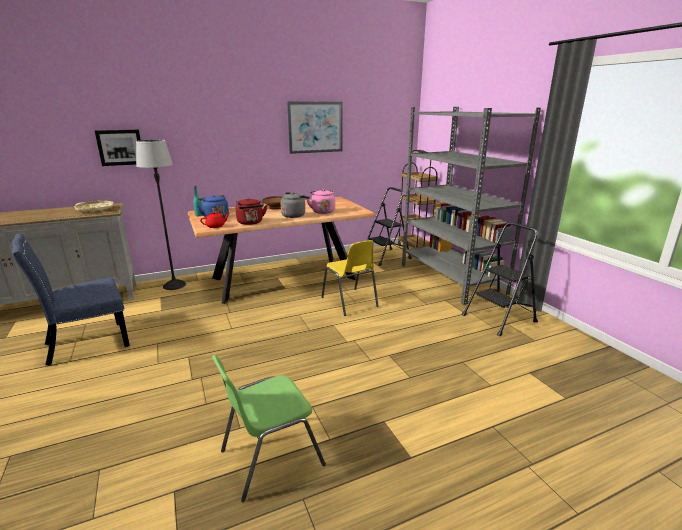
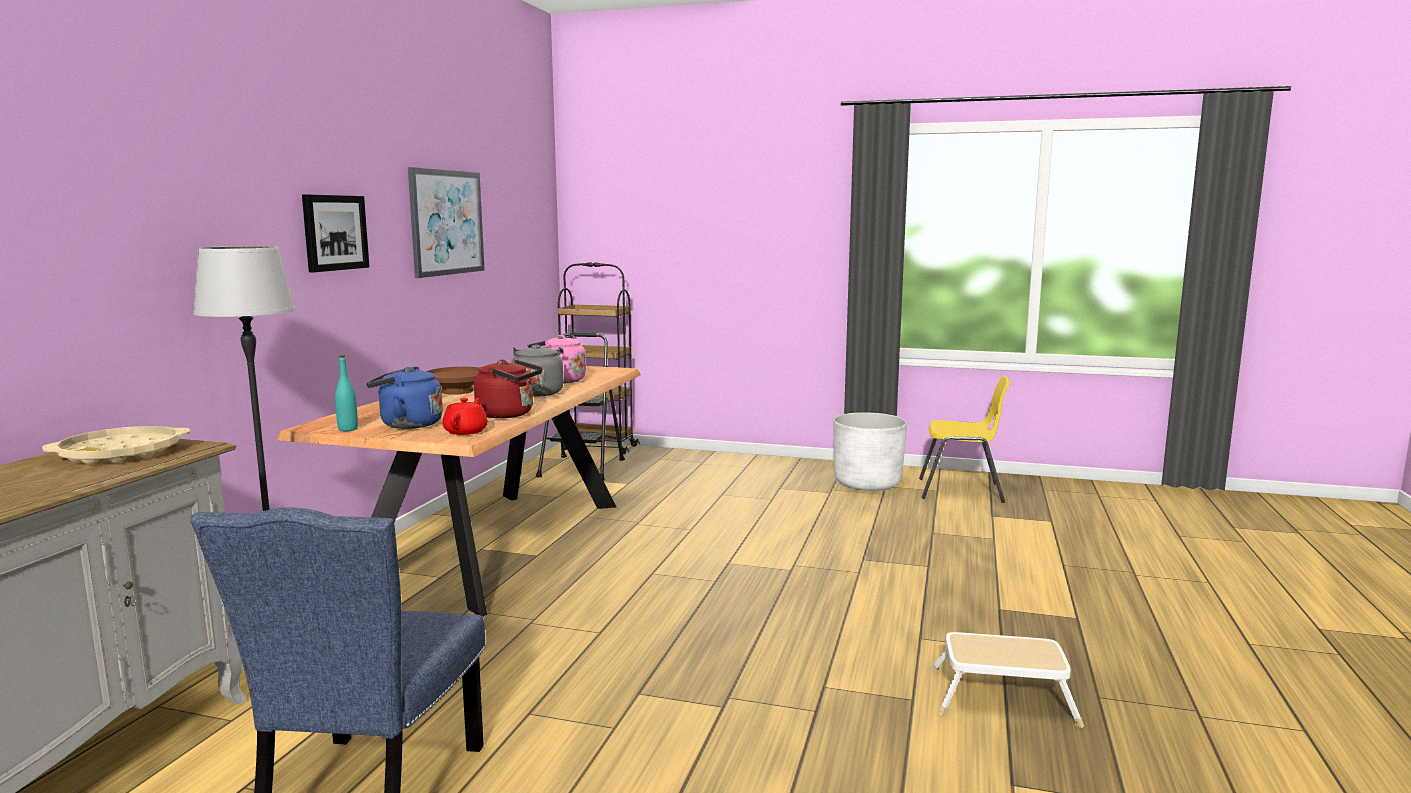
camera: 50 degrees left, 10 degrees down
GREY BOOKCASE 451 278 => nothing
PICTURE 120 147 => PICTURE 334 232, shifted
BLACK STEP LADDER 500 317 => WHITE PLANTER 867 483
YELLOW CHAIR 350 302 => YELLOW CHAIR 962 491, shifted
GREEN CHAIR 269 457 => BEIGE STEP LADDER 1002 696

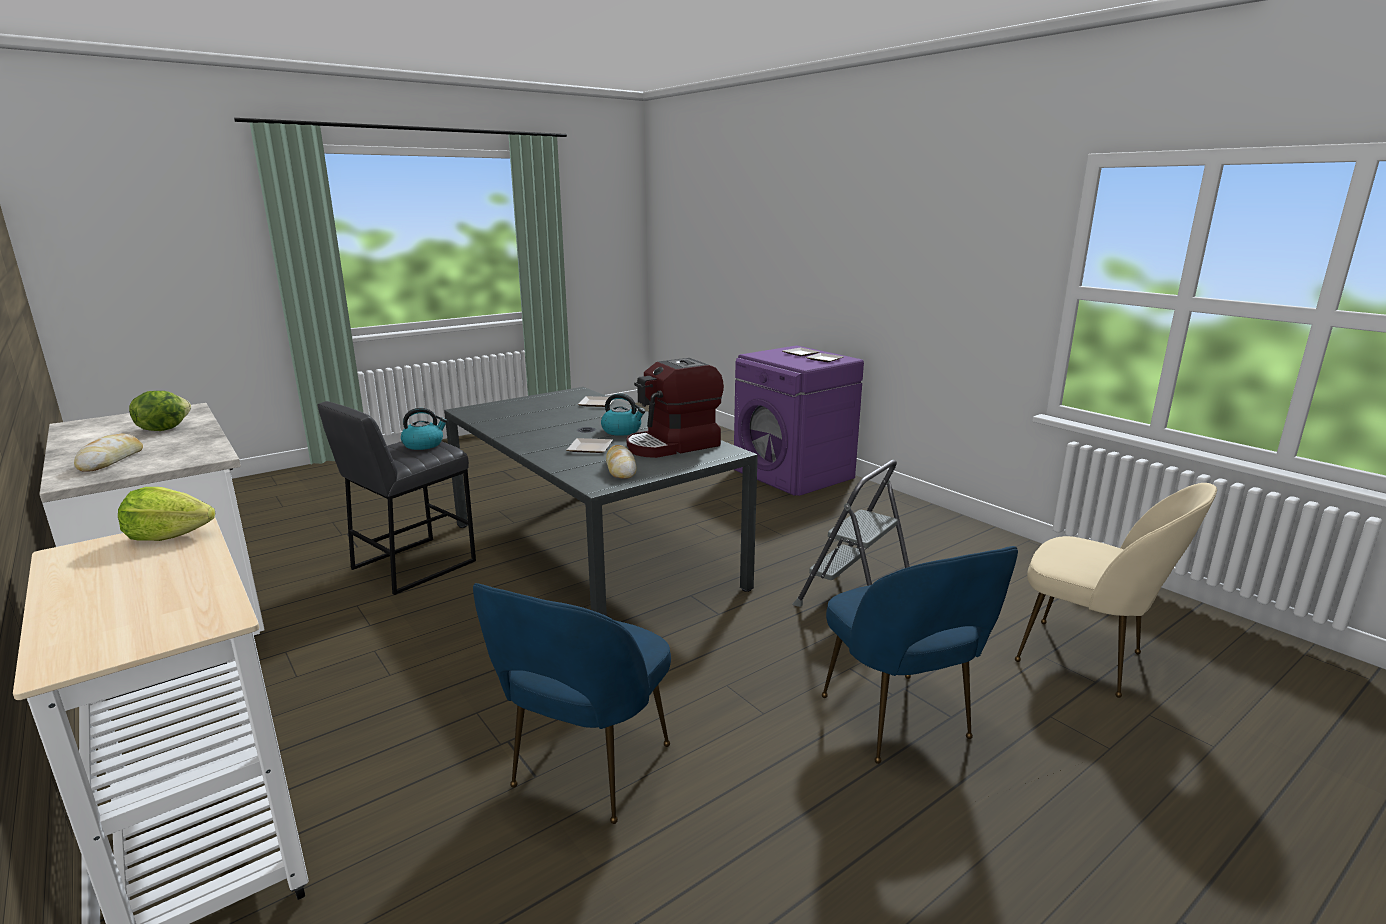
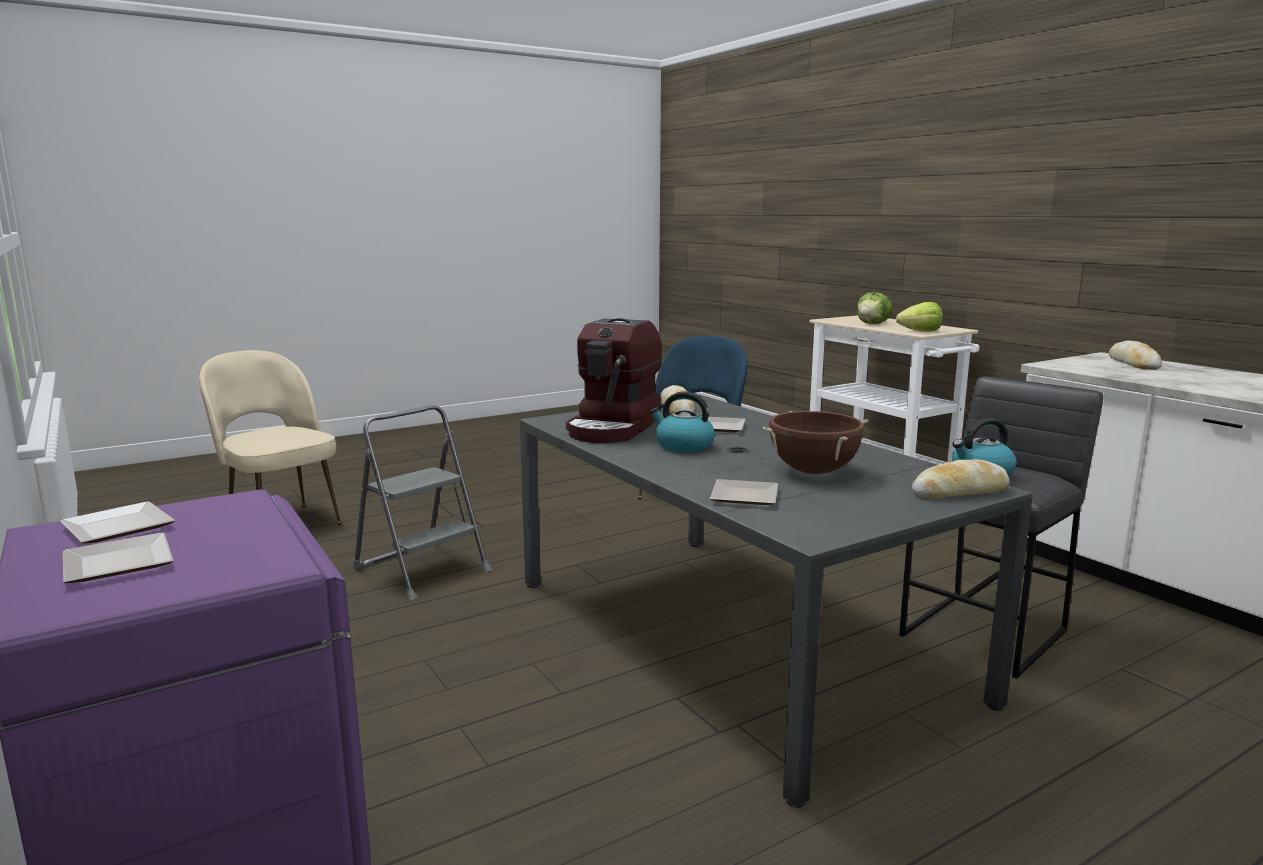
camera: 175 degrees left, 5 degrees down
COFFEE MACHINE 673 445 => COFFEE MACHINE 614 428, 135 degrees clockwise
LETTUCE 163 429 => LETTUCE 873 324, shifted
BLUE CHAIR 900 725 => nothing
nothing => BROWN COOKING POT 813 472
nothing => BREAD 959 492

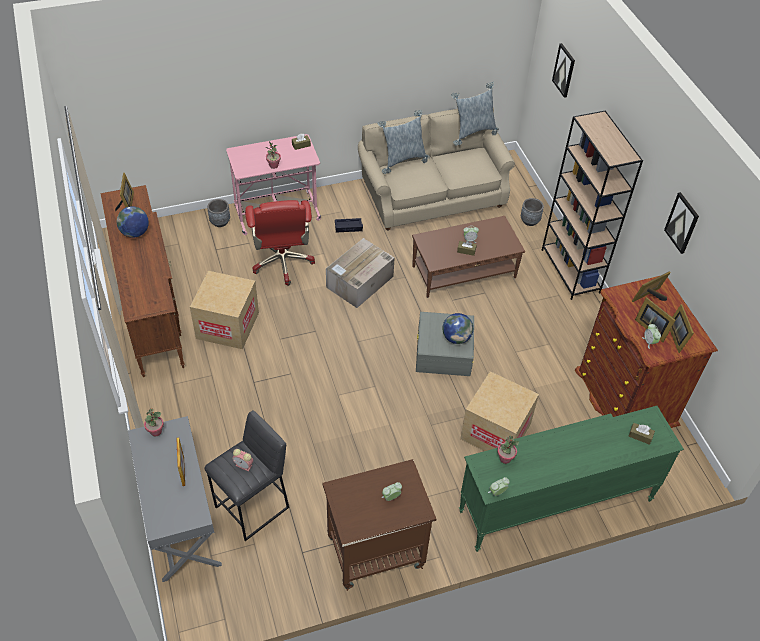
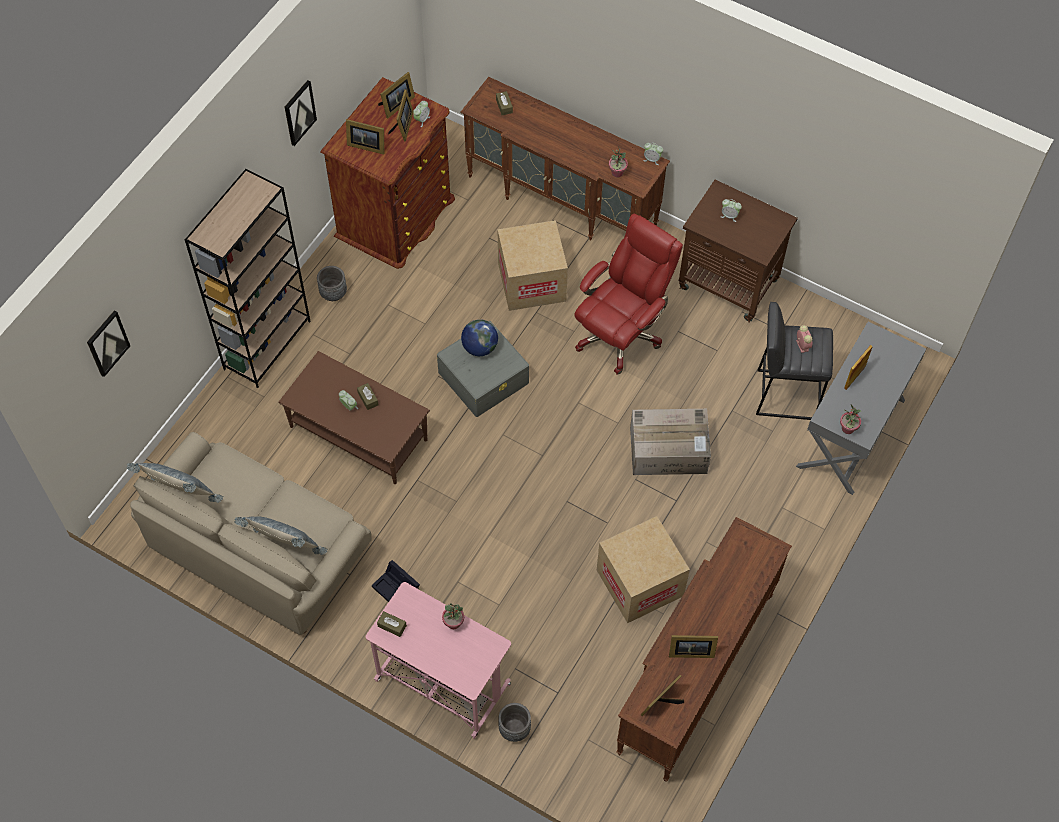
camera: 130 degrees left, 10 degrees up
GREY PLANTER 530 221 => GREY PLANTER 333 293, shifted
RED OFFICE CHAIR 282 263 => RED OFFICE CHAIR 622 335, shifted
GLOBE 135 233 => PICTURE FRAME 689 651
CARDBOARD BOX 359 282 => CARDBOARD BOX 669 450, shifted
GREEN CABINET 555 505 => BROWN CABINET 561 201

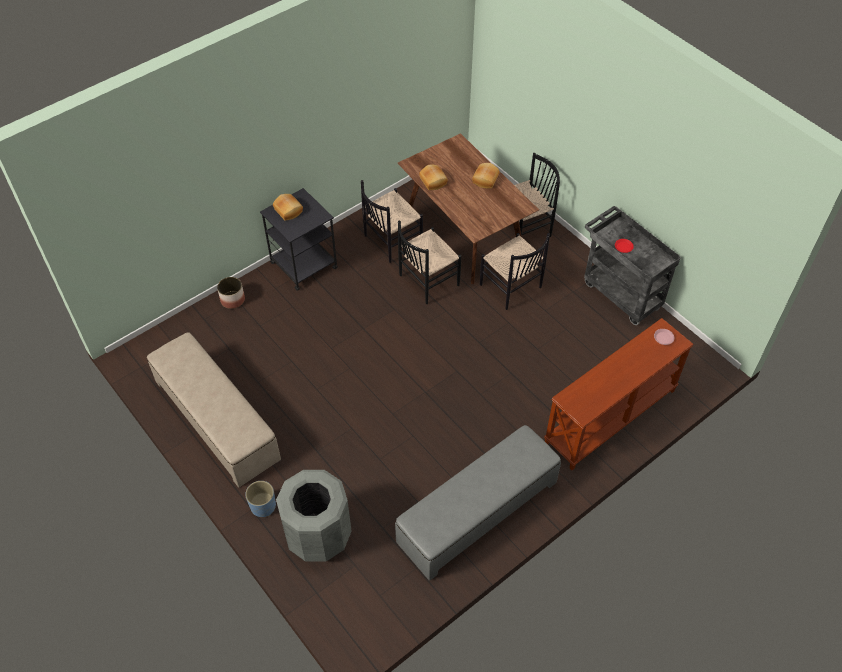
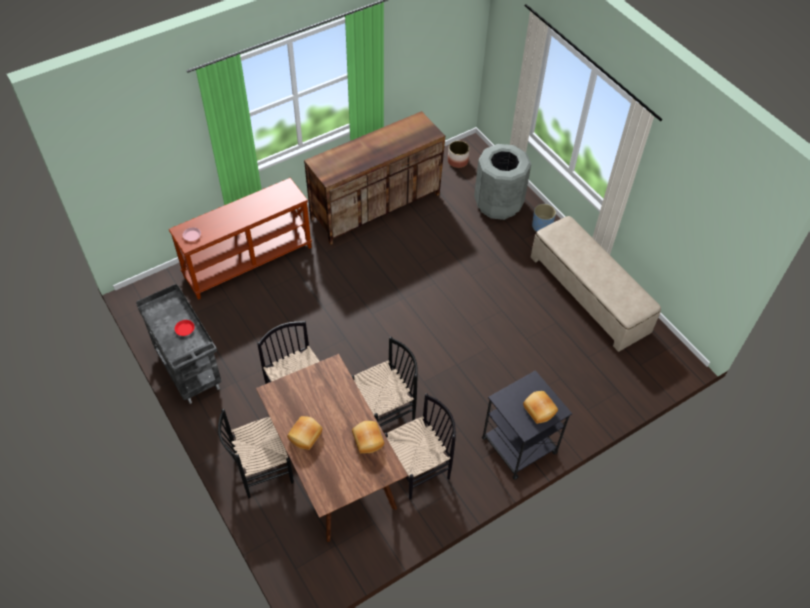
camera: 175 degrees left, 0 degrees up
PLANTER 233 300 => PLANTER 457 161, shifted
GREY BENCH 477 512 => BROWN CABINET 377 207

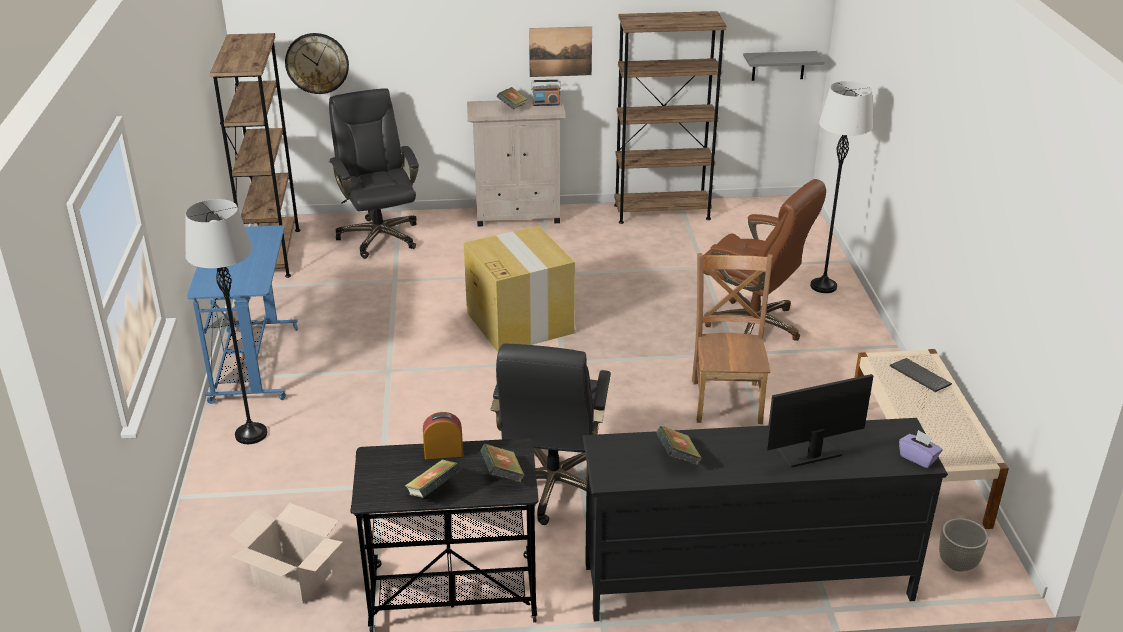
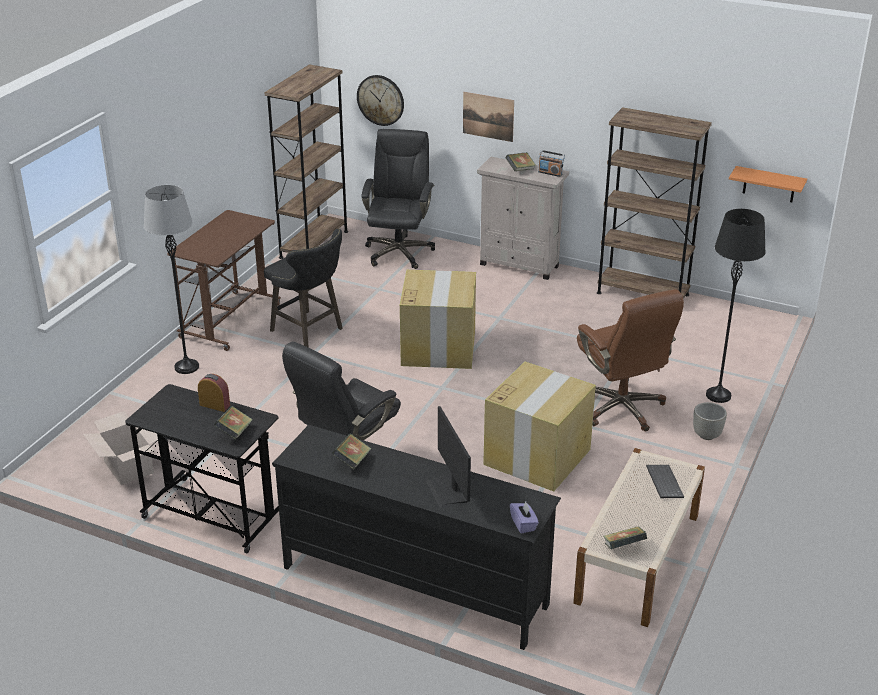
camera: 30 degrees right, 0 degrees up
PICTURE 560 51 => PICTURE 488 116, shifted
GREY SHELF 778 65 => ORANGE SHELF 769 184
WHITE FLOOR LAMP 823 286 => BLACK FLOOR LAMP 718 395
BLUE DESK 255 364 => BROWN DESK 230 320
BROWN CHAIR 727 399 => CARDBOARD BOX 538 456
MONITOR 808 452 => MONITOR 447 491, 120 degrees counterclockwise
BOOK 433 491 => BOOK 623 547, shifted
GREY PLANTER 957 563 => GREY PLANTER 706 435, shifted
nothing => BLACK STOOL 309 331

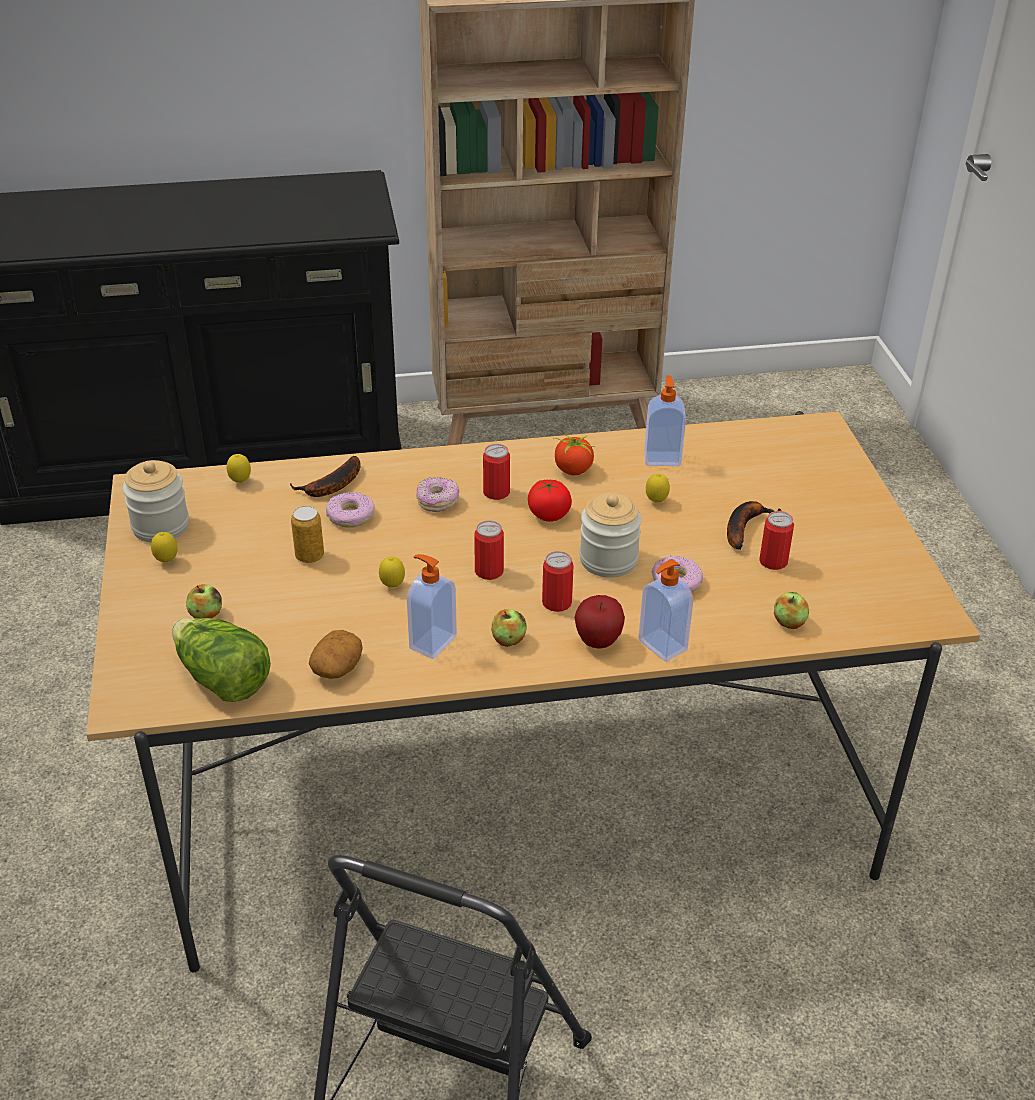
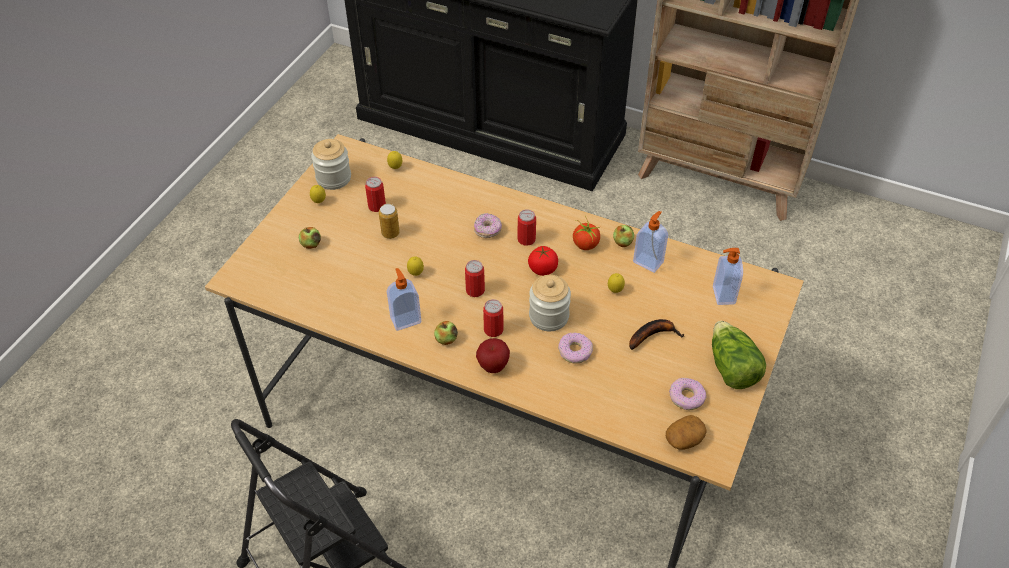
camera: 35 degrees right, 10 degrees up
BANANA 331 486 => nothing
DONUT 350 516 => DONUT 686 397, shifted
CAN 773 561 => CAN 377 206, shifted
SOAP DISPENSER 661 646 => SOAP DISPENSER 722 295, shifted
APPLE 789 622 => APPLE 622 242, shifted
LETTUCE 222 679 => LETTUCE 731 367, shifted
POTATO 337 668 => POTATO 684 439, shifted

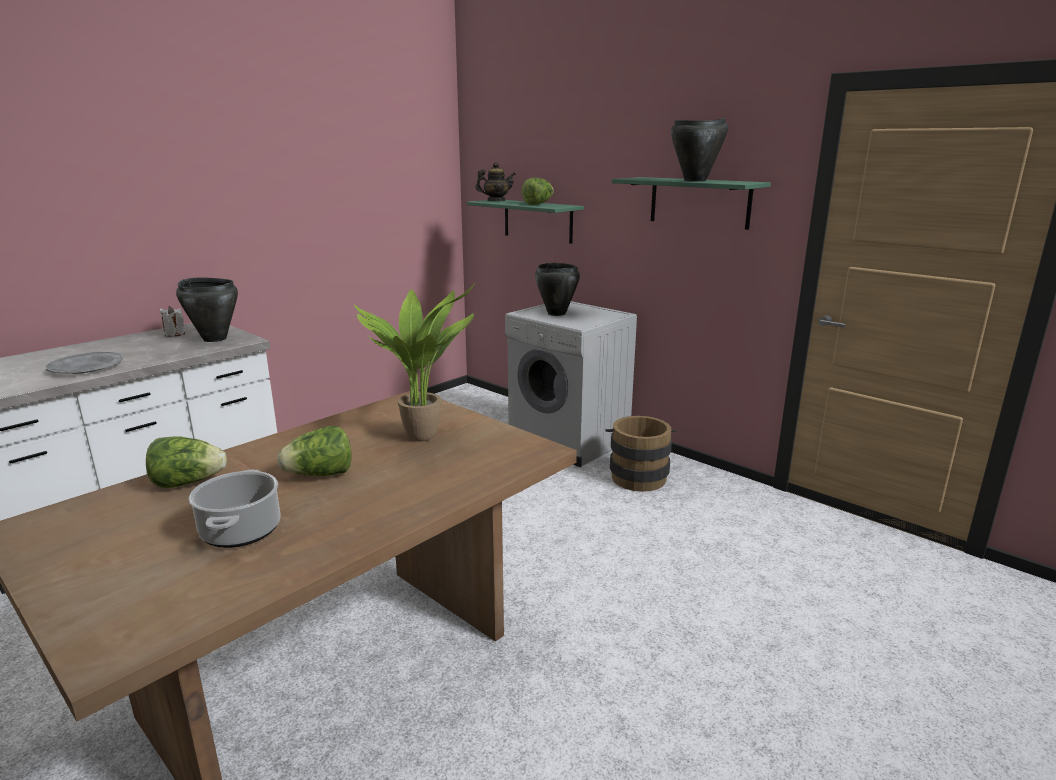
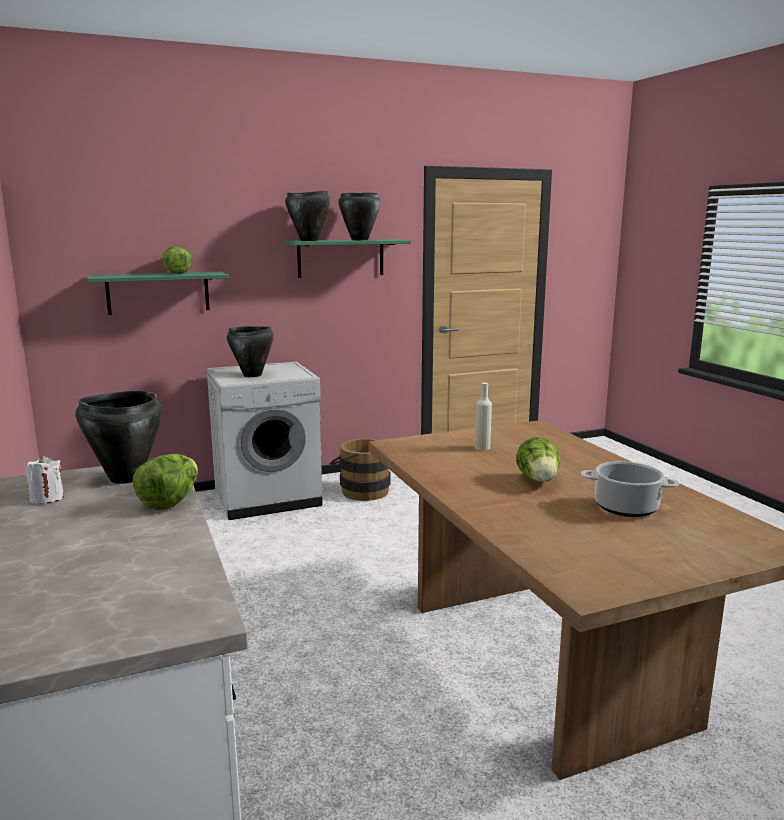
camera: 65 degrees left, 5 degrees down
TEAPOT 496 201 => nothing
POTTED PLANT 425 435 => BEIGE BOTTLE 482 448
GREY PLATE 86 367 => nothing
LETTUCE 188 483 => LETTUCE 170 501, shifted
nothing => BLACK COOKING POT 309 240

